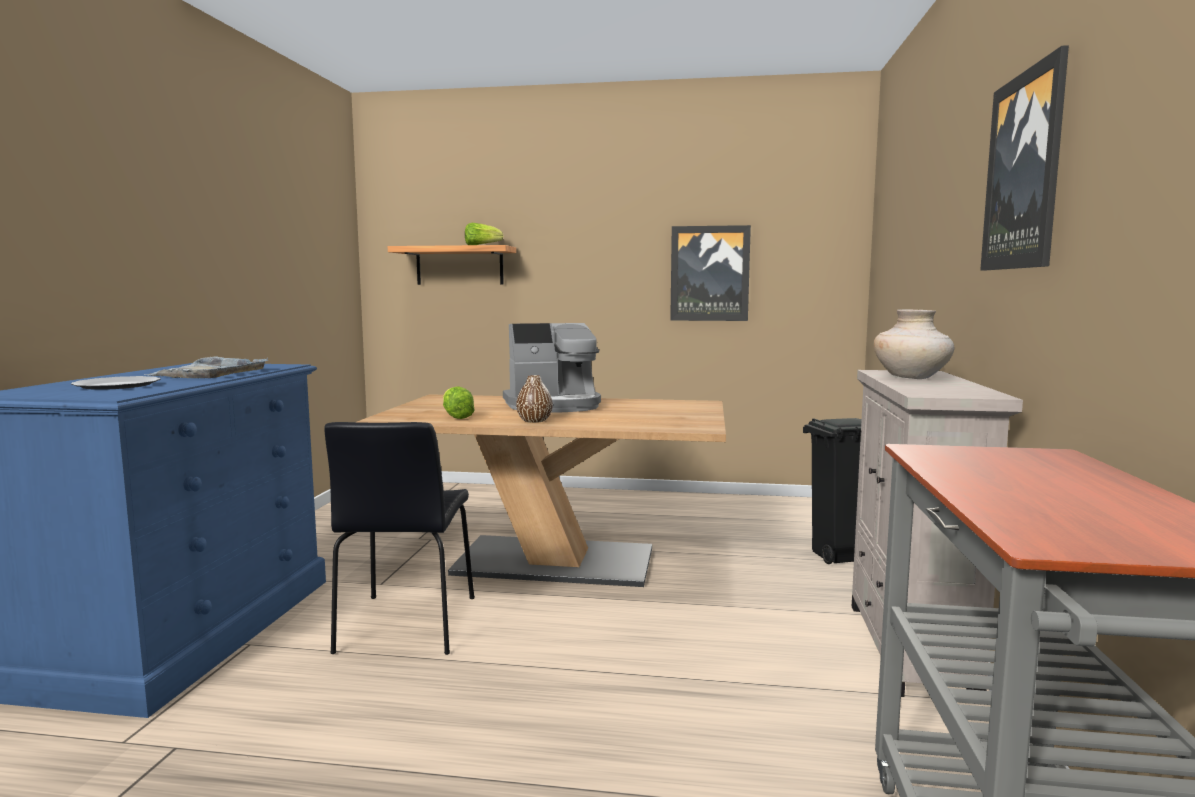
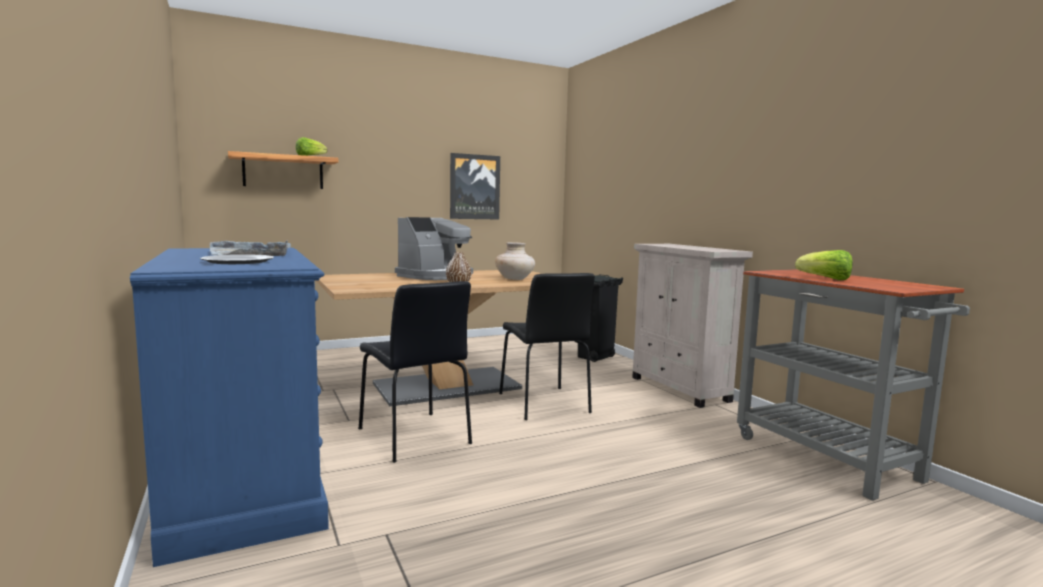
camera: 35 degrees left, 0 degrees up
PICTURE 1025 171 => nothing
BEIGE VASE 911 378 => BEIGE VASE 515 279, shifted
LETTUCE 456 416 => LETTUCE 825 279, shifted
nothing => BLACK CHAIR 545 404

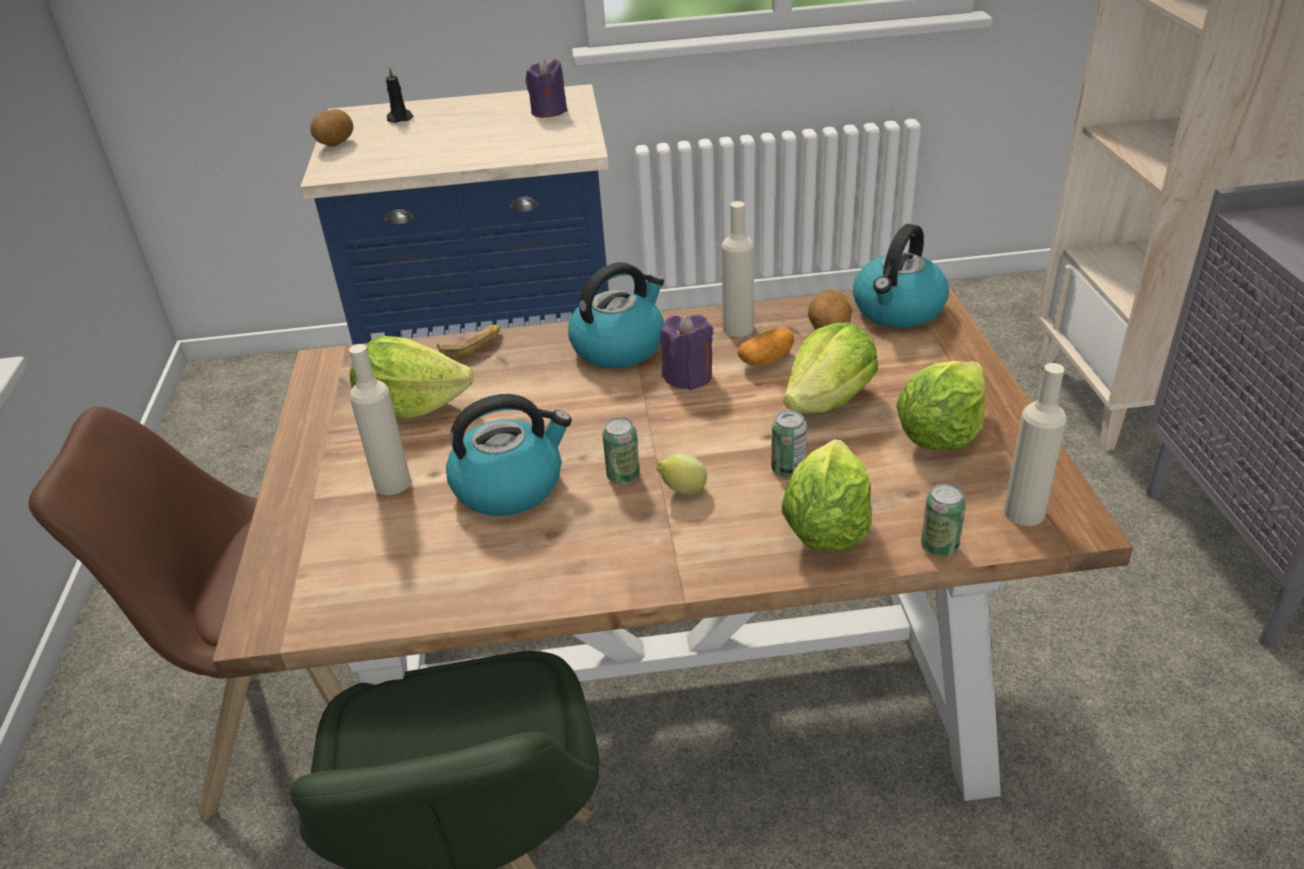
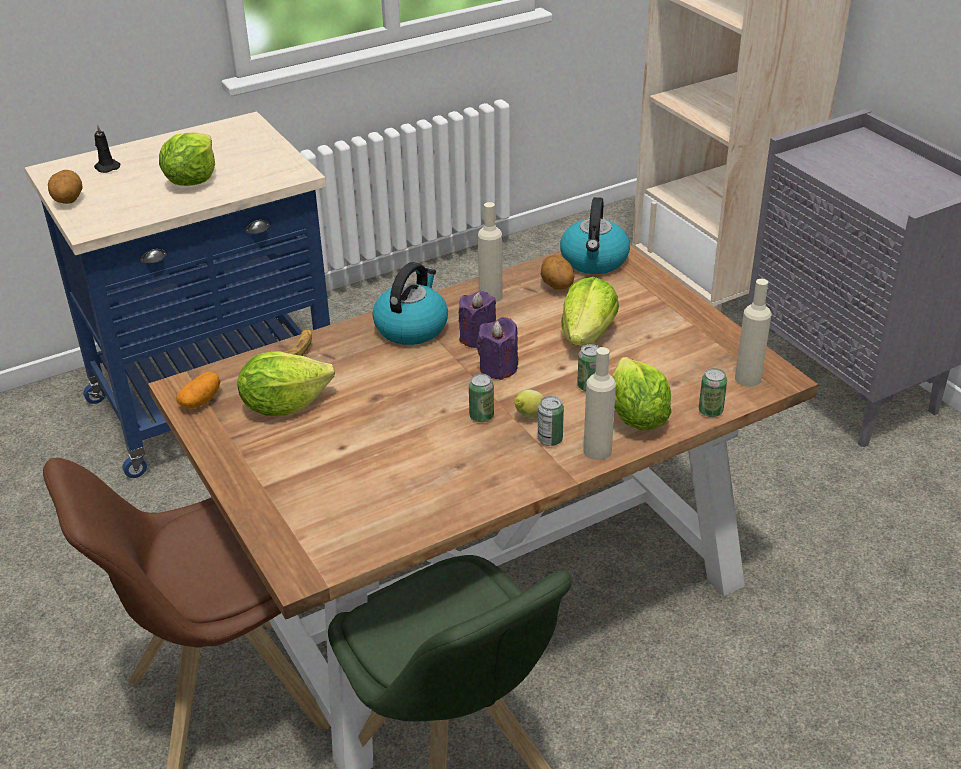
camera: 25 degrees left, 0 degrees up
PURPLE CANDLE 549 112 => PURPLE CANDLE 498 368, shifted
POTATO 766 360 => POTATO 201 401, shifted
BEIGE BOTTLE 392 483 => BEIGE BOTTLE 597 451, shifted
LETTUCE 939 434 => LETTUCE 192 180, shifted
KETTLE 510 485 => nothing
nothing => CAN 550 439

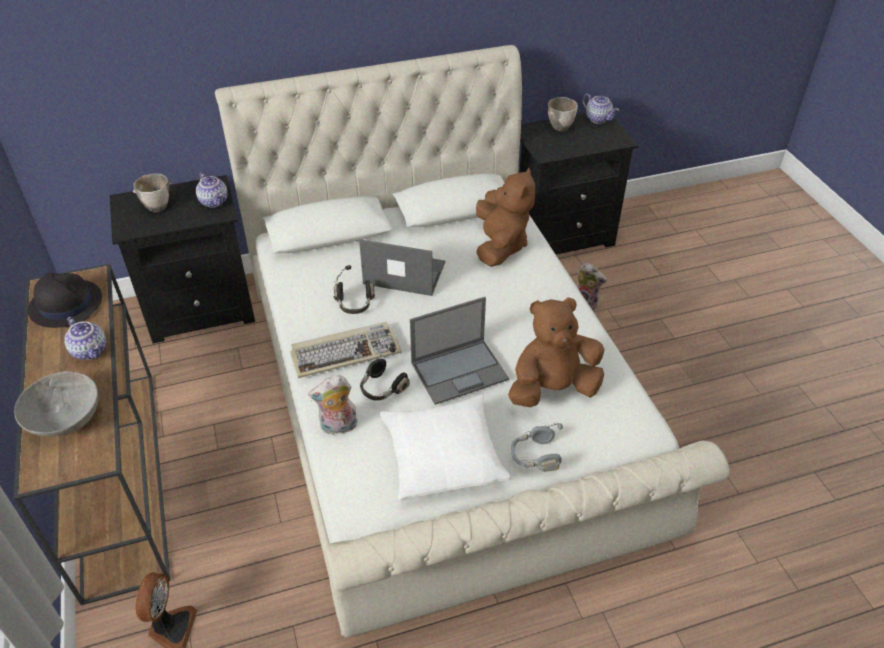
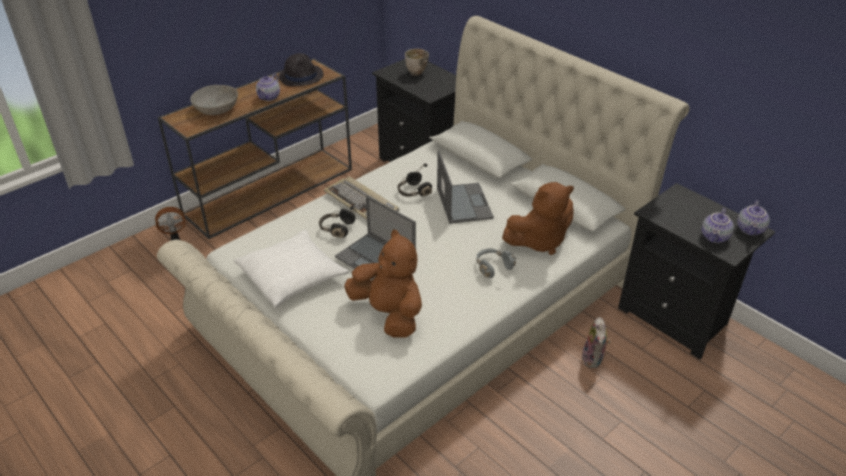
camera: 65 degrees right, 5 degrees down
BOWL 561 127 => nothing
TEAPOT 214 201 => TEAPOT 715 237, shifted
PLUSH TOY 338 427 => nothing
GREY HEADPHONES 535 456 => GREY HEADPHONES 492 267, shifted

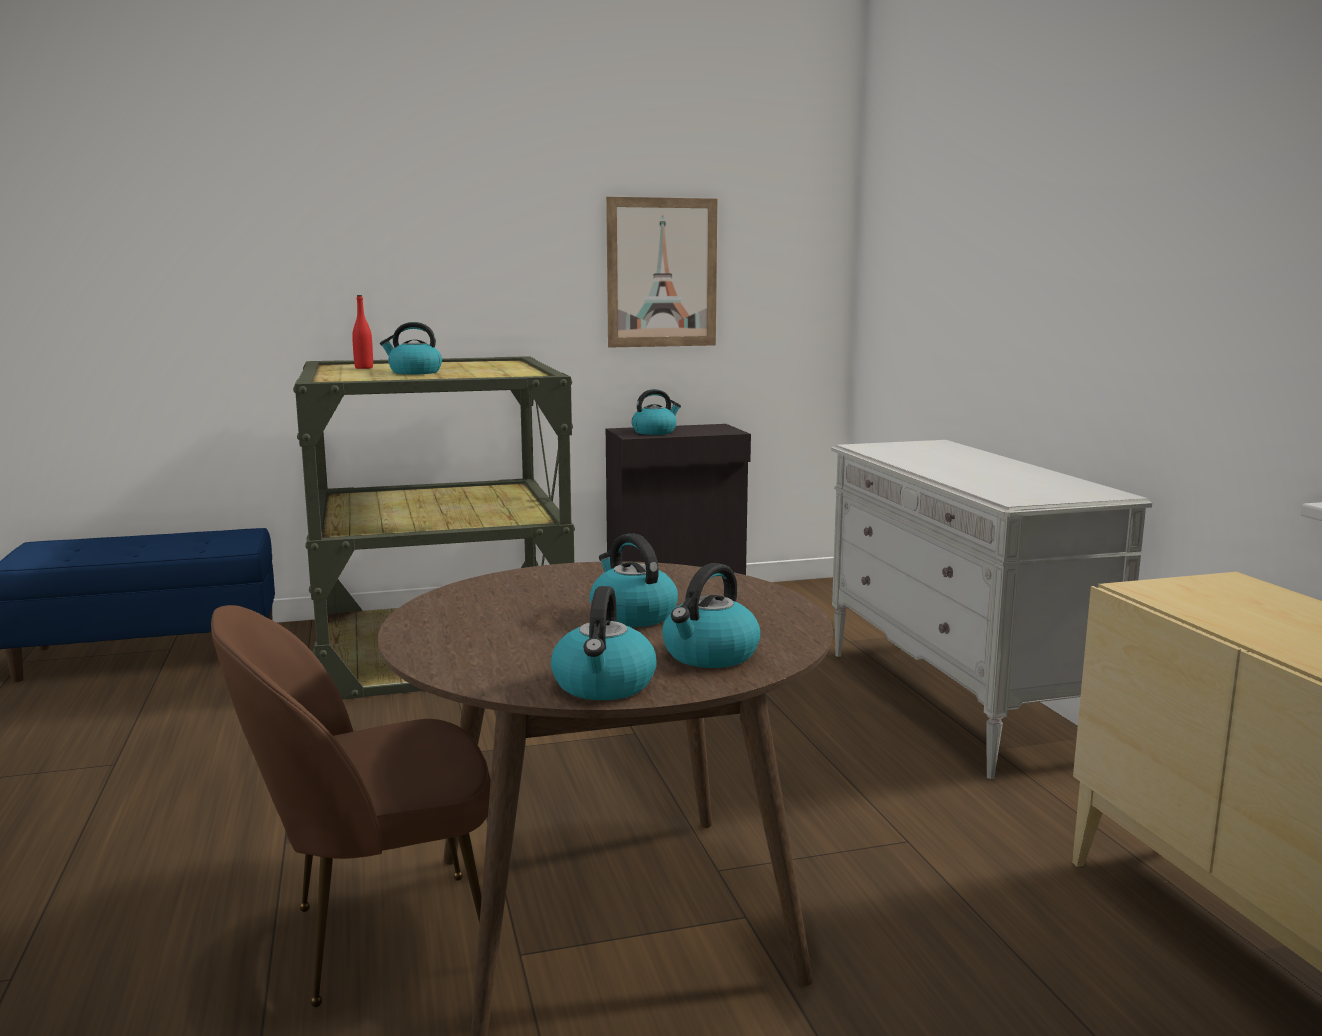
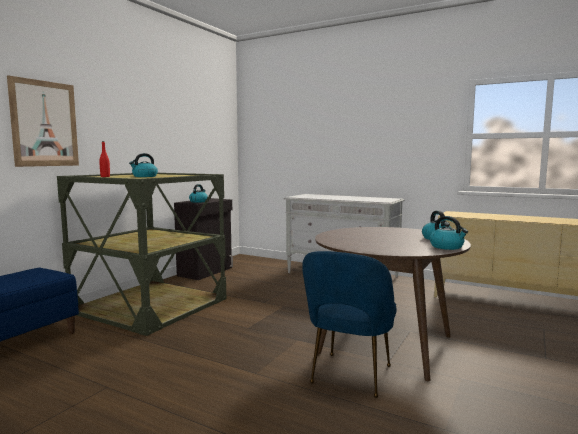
camera: 45 degrees left, 5 degrees down
PICTURE 662 273 => PICTURE 45 124, shifted
KETTLE 632 615 => nothing
BROWN CHAIR 373 940 => BLUE CHAIR 349 378

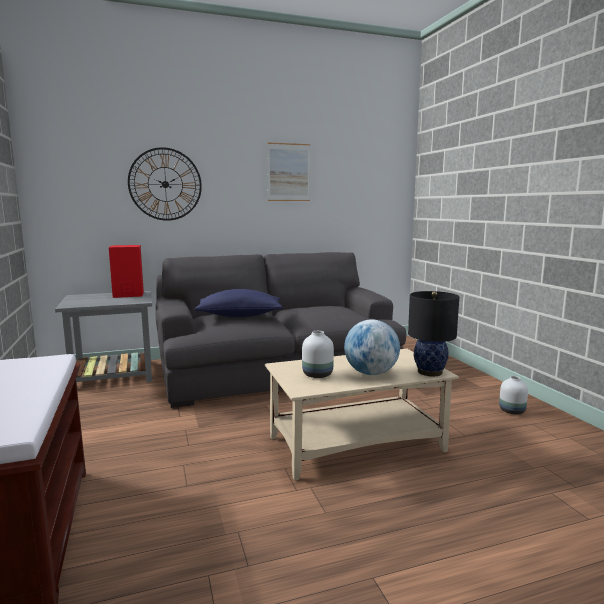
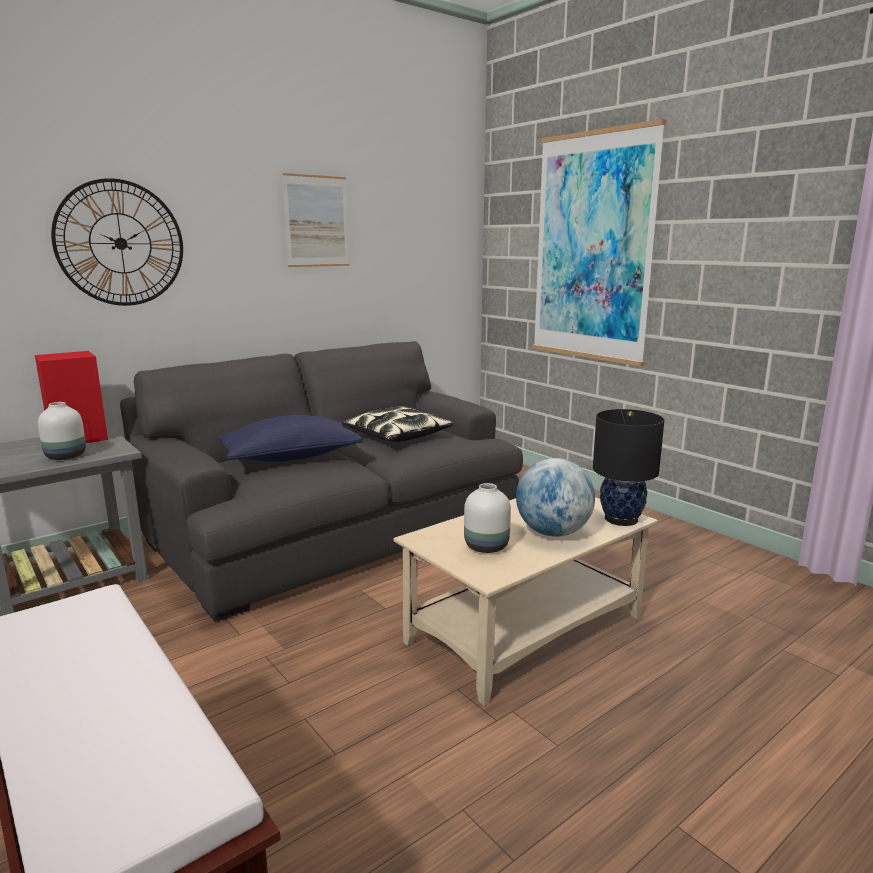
camera: 20 degrees left, 5 degrees up
WHITE VASE 512 411 => WHITE VASE 67 456, shifted
nothing => PICTURE 592 248
nothing => PILLOW 397 435

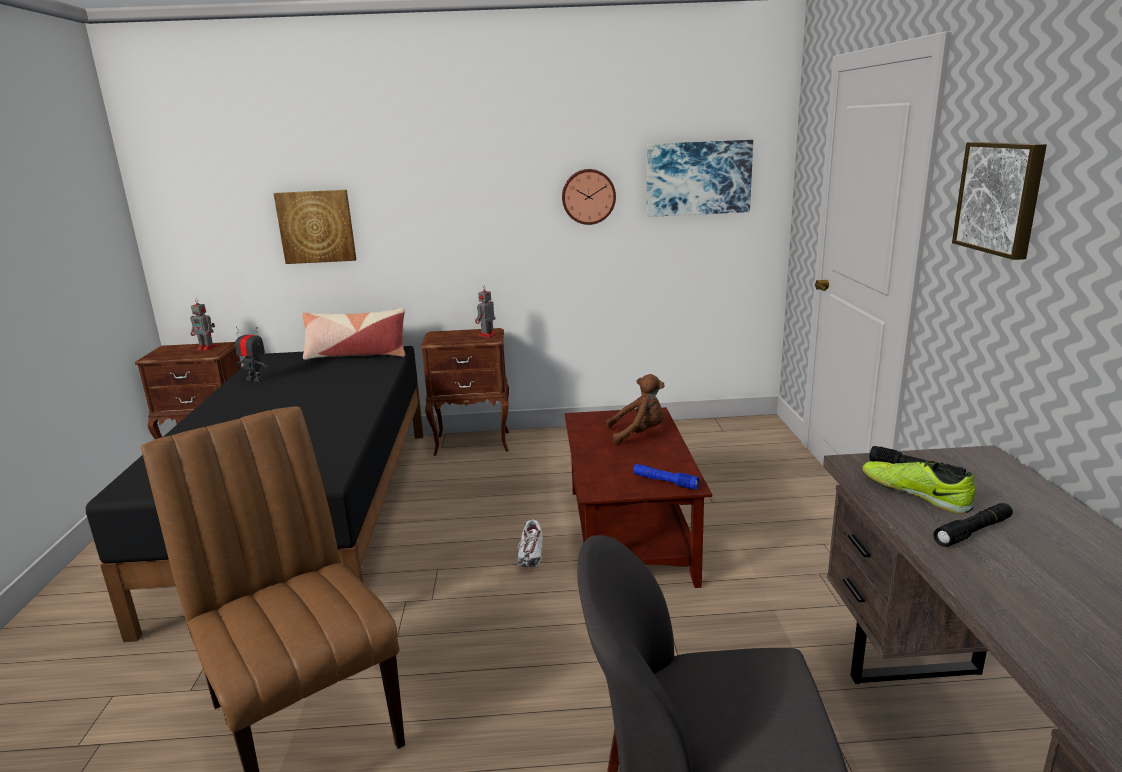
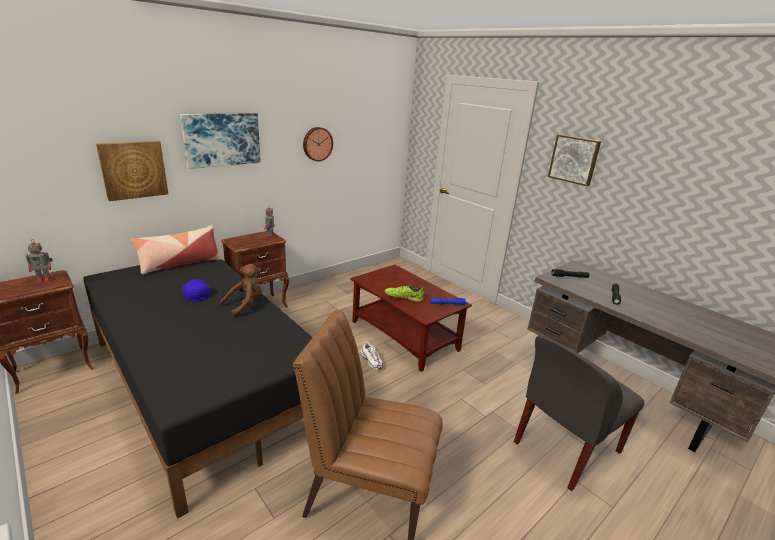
camera: 40 degrees left, 5 degrees up
PICTURE 698 178 => PICTURE 222 139, shifted
TOY ROBOT 255 379 => nothing
BROWN PLUSH TOY 639 434 => BROWN PLUSH TOY 245 305, shifted
SHOE 915 494 => SHOE 403 297, shifted
nothing => BLUE CAP 195 294

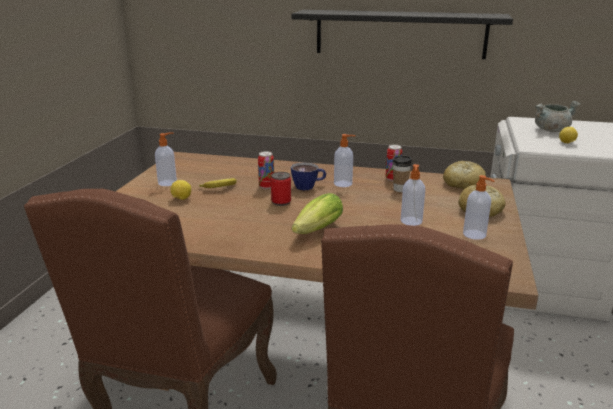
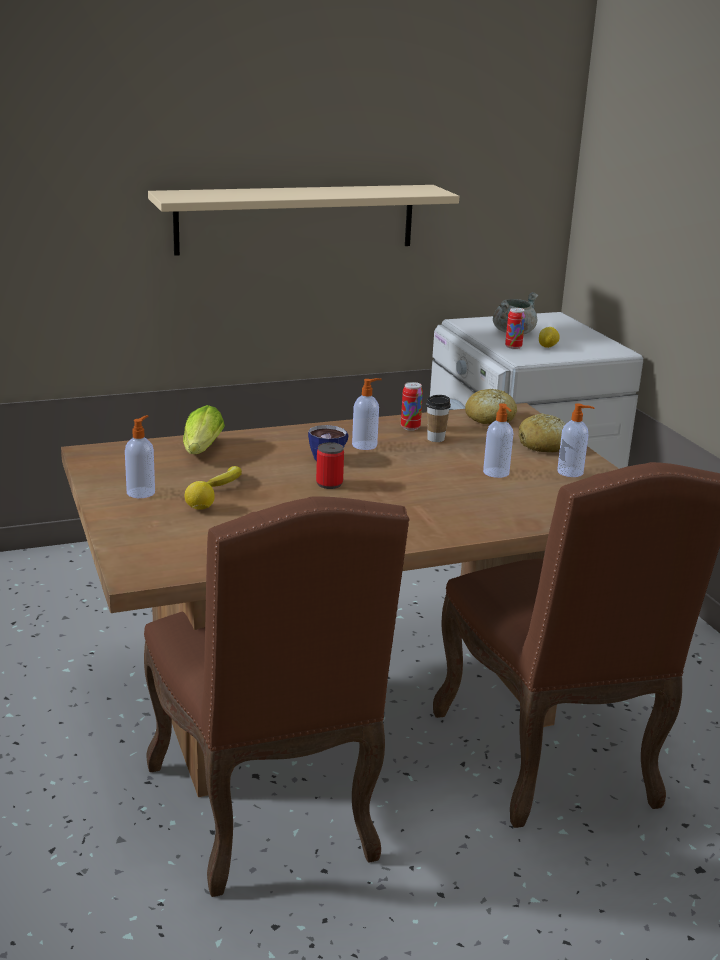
camera: 35 degrees left, 0 degrees up
BLACK SHELF 400 34 => BEIGE SHELF 296 219
CAN 266 187 => CAN 513 347, shifted
LETTUCE 315 231 => LETTUCE 201 451, shifted

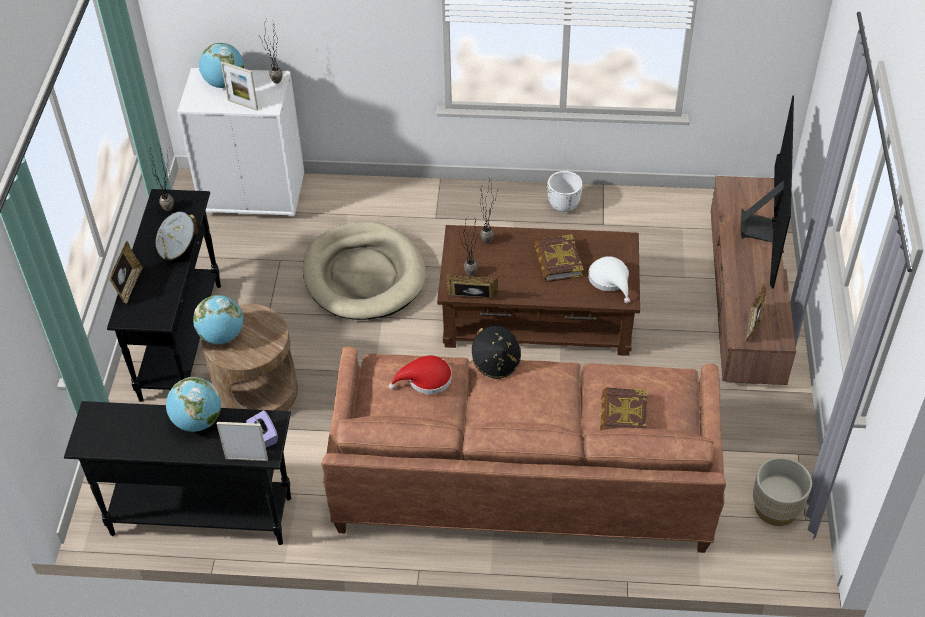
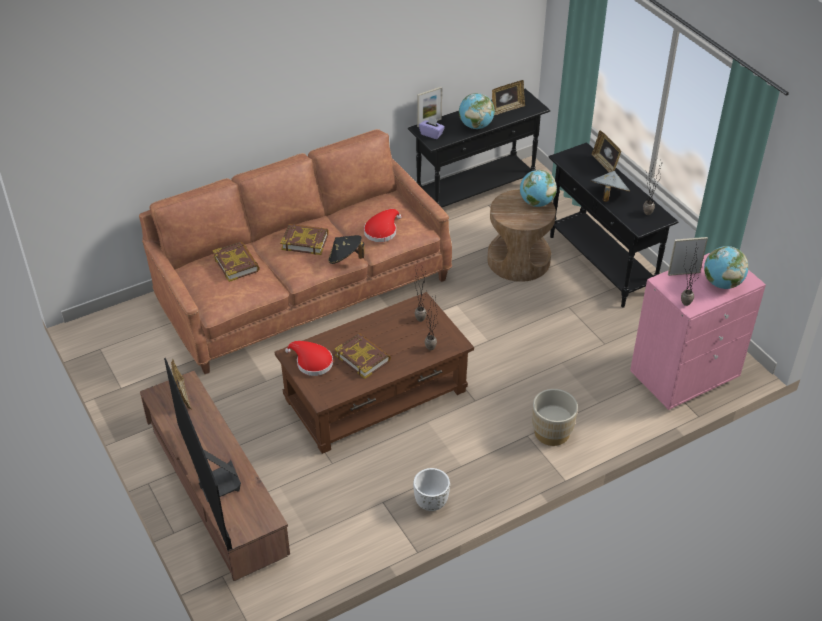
camera: 145 degrees right, 5 degrees down
WHITE CABINET 255 198 => PINK CABINET 683 380
BEIGE DOG BED 363 275 => nothing
WHITE HAT 610 280 => RED HAT 311 362
PICTURE FRAME 472 299 => PICTURE FRAME 507 109, shifted
BEIGE PLANTER 775 508 => BEIGE PLANTER 552 432, shifted
nothing => BOOK 305 241

